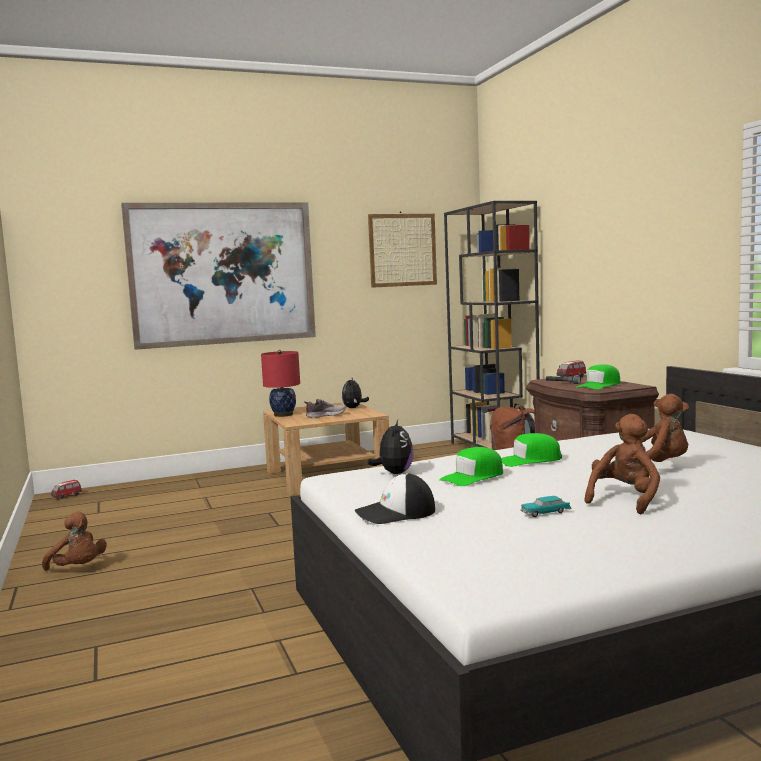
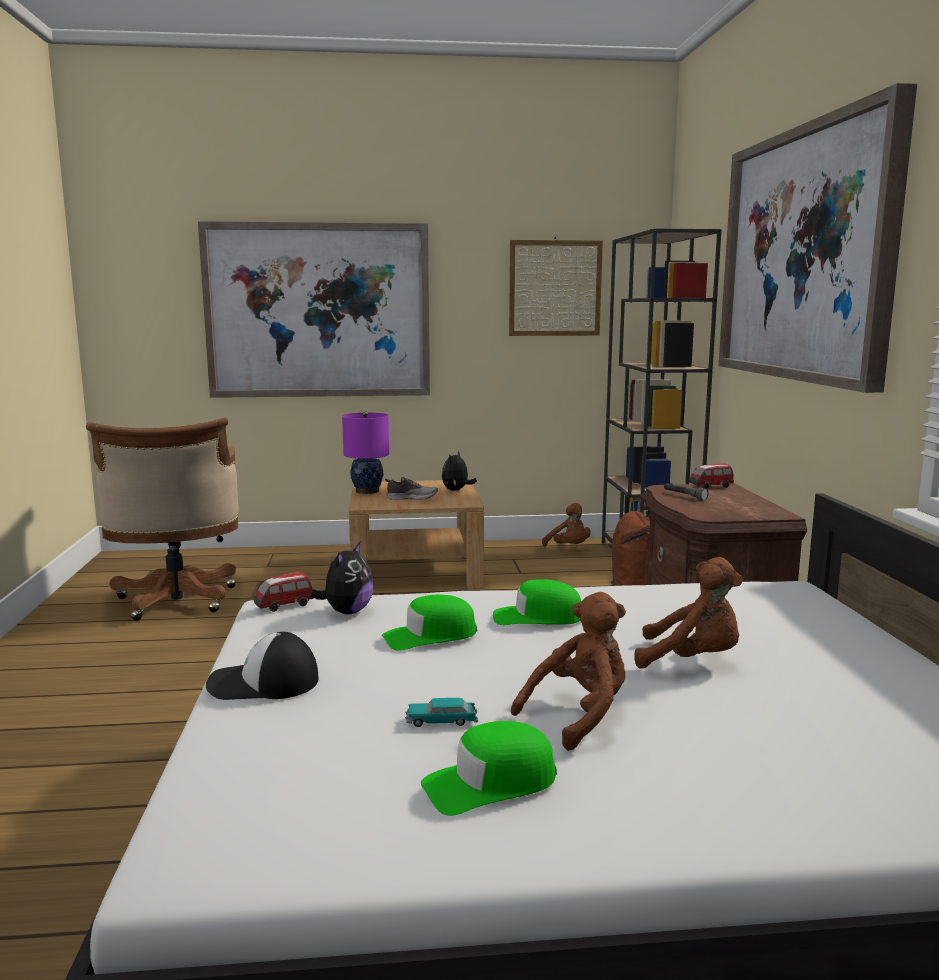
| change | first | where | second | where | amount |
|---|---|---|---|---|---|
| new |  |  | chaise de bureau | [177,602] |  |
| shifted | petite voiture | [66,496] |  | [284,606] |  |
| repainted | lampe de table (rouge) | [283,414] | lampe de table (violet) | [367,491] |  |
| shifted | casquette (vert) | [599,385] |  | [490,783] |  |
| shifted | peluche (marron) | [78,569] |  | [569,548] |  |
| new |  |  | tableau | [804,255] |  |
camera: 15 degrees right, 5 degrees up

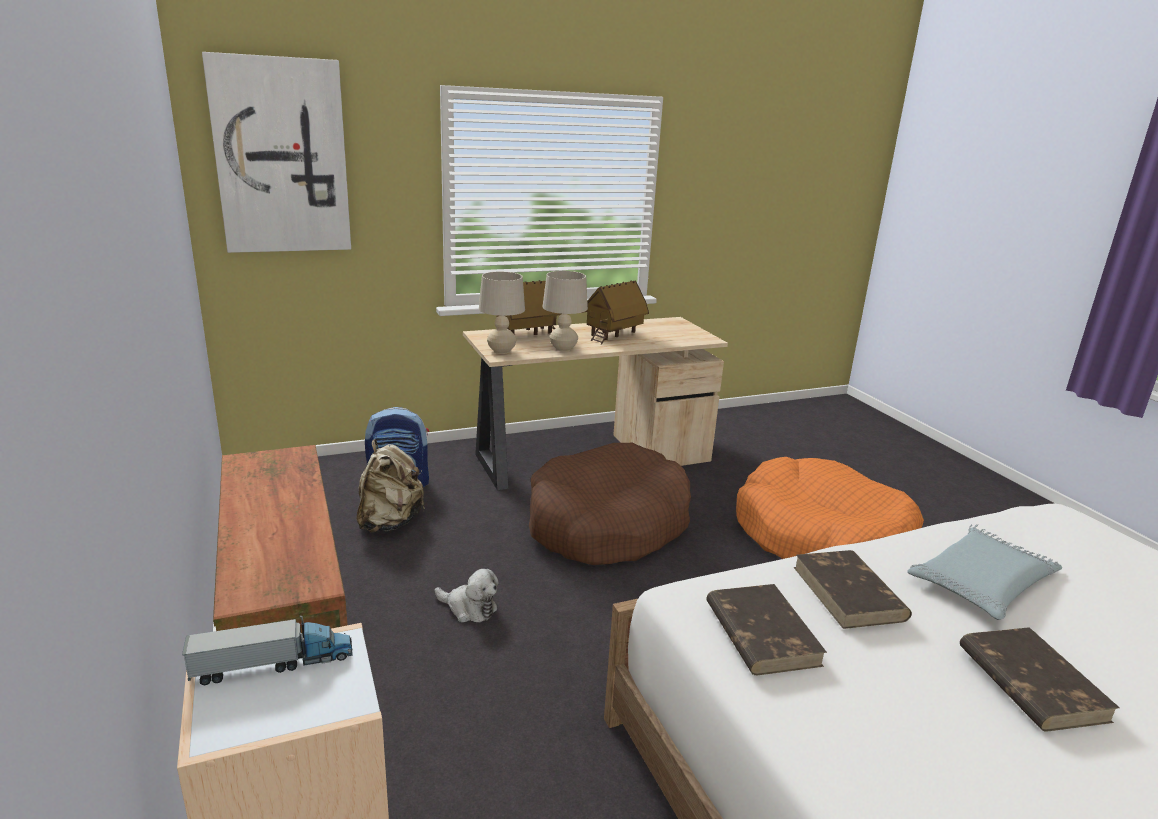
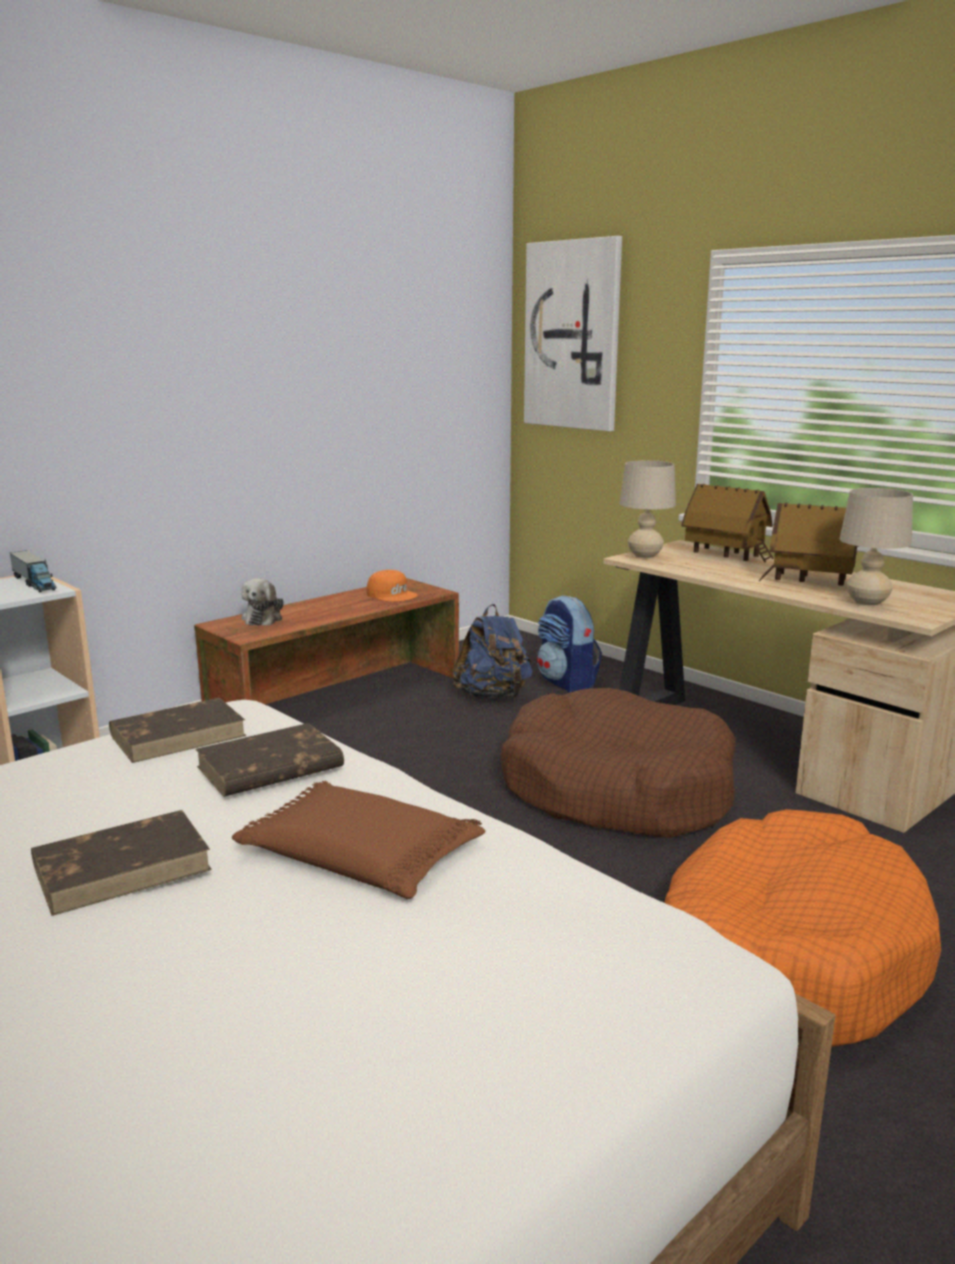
| change | first | where | second | where | amount |
|---|---|---|---|---|---|
| repainted | coussin (bleu) | [981,579] | coussin (marron) | [360,851] |  |
| shifted | peluche | [469,608] |  | [263,618] |  |
| new |  |  | casquette (orange) | [392,595] |  |
| repainted | sac à dos (beige) | [389,522] | sac à dos (bleu) | [493,696] |  |
| shifted | lampe de table (beige) | [563,349] |  | [867,603] |  |
camera: 70 degrees right, 5 degrees down

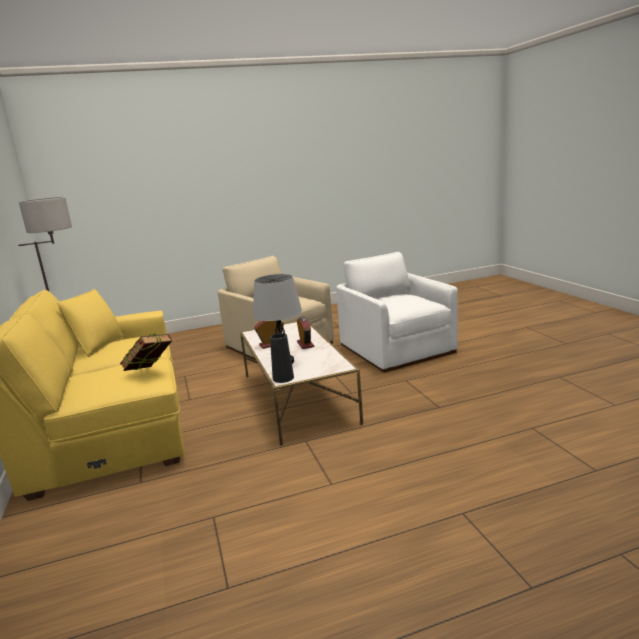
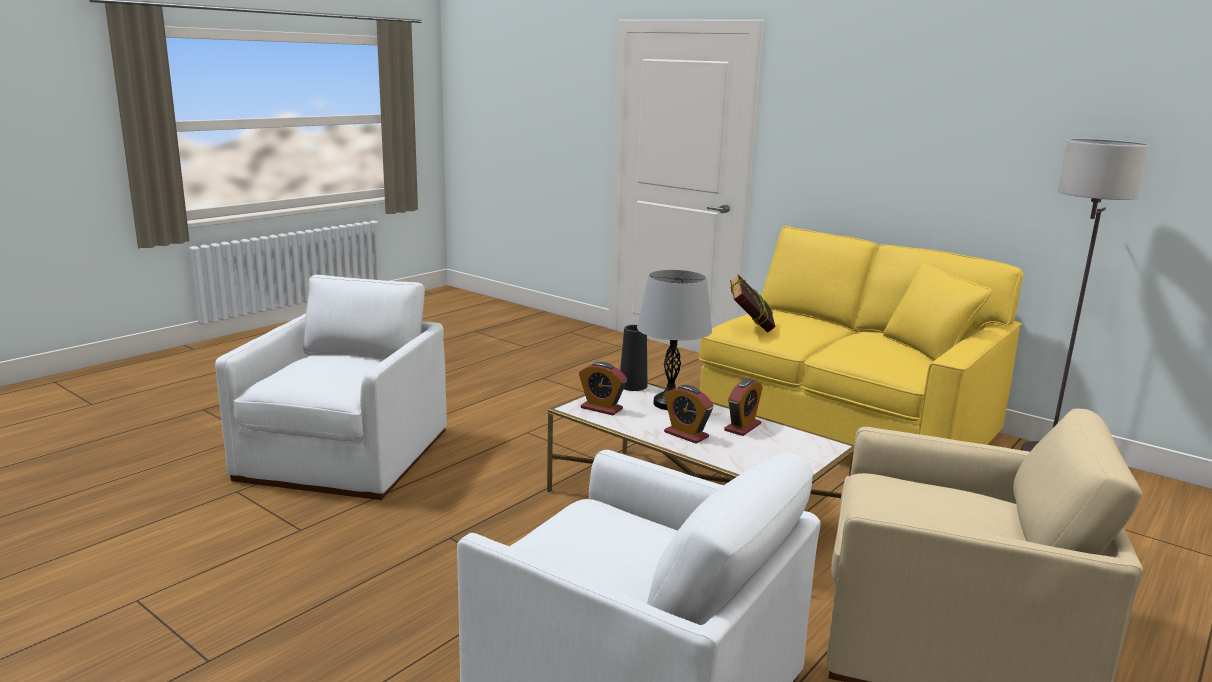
| change | first | where | second | where | amount |
|---|---|---|---|---|---|
| new |  |  | fauteuil (blanc) | [346,455] |  |
| new |  |  | réveil | [601,408] |  |
camera: 145 degrees right, 0 degrees up

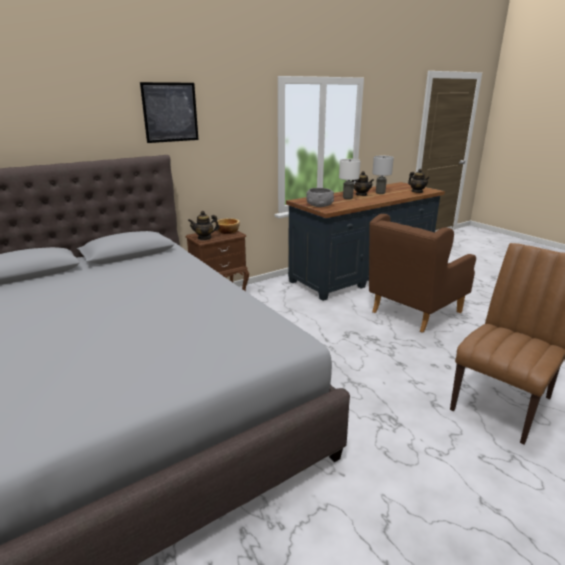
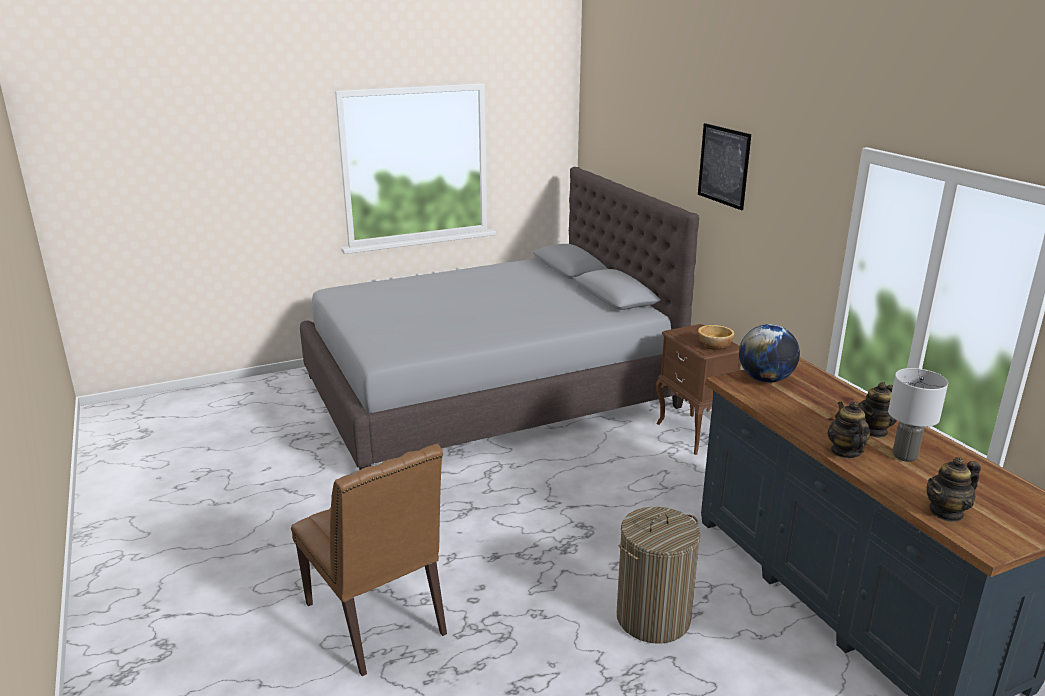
| change | first | where | second | where | amount |
|---|---|---|---|---|---|
| swapped | fauteuil (marron) | [412,312] | panier à linge | [653,618] |  |
| swapped | bol (gris) | [320,205] | globe | [765,379] |  |
| shifted | théière | [204,238] |  | [845,452] |  |
| gone | lampe de table (blanc) | [347,198] |  |  |  |
camera: 100 degrees right, 0 degrees up

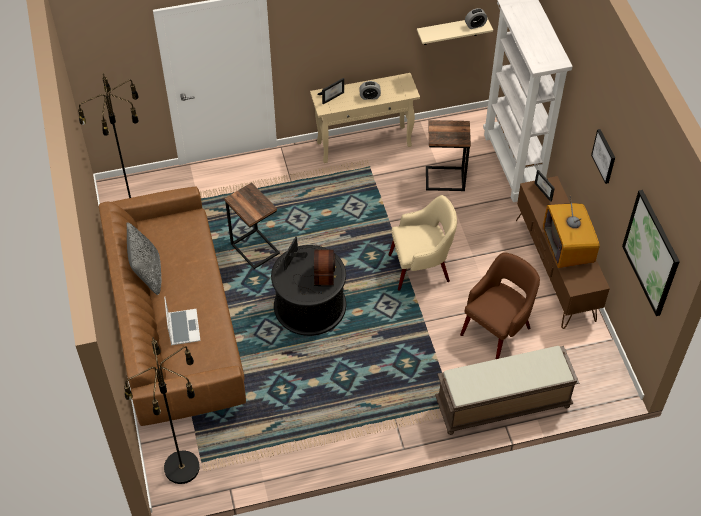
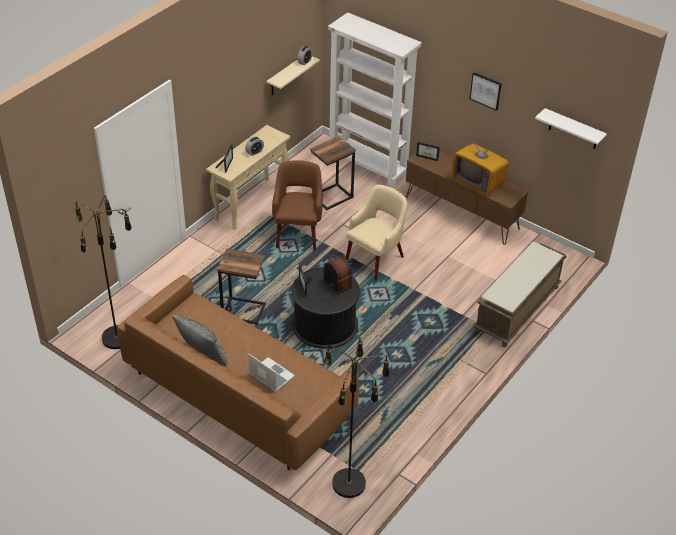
| change | first | where | second | where | amount |
|---|---|---|---|---|---|
| shifted | fauteuil (marron) | [497,330] |  | [298,233] |  |
| swapped | tableau | [651,253] | étagère (blanc) | [573,129] |  |
camera: 40 degrees left, 10 degrees down

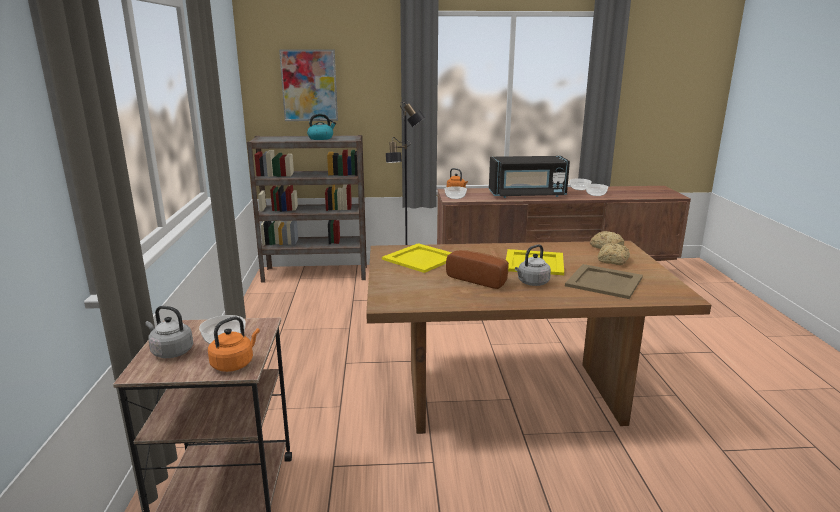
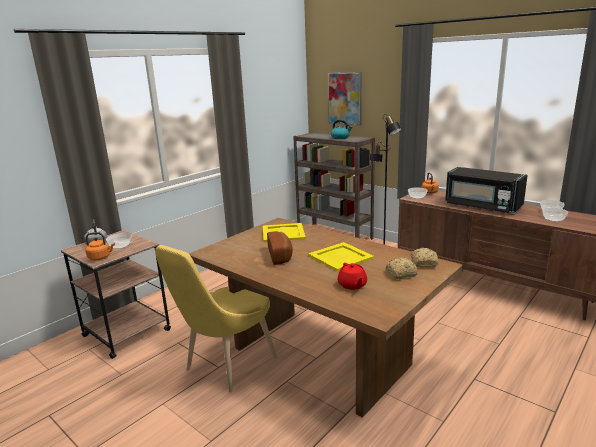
| change | first | where | second | where | amount |
|---|---|---|---|---|---|
| new |  |  | chaise (jaune) | [226,366] |  |
| swapped | plateau (beige) | [605,281] | théière (rouge) | [352,285] |  |
| gone | bouilloire (gris) | [532,283] |  |  |  |
camera: 45 degrees right, 0 degrees up

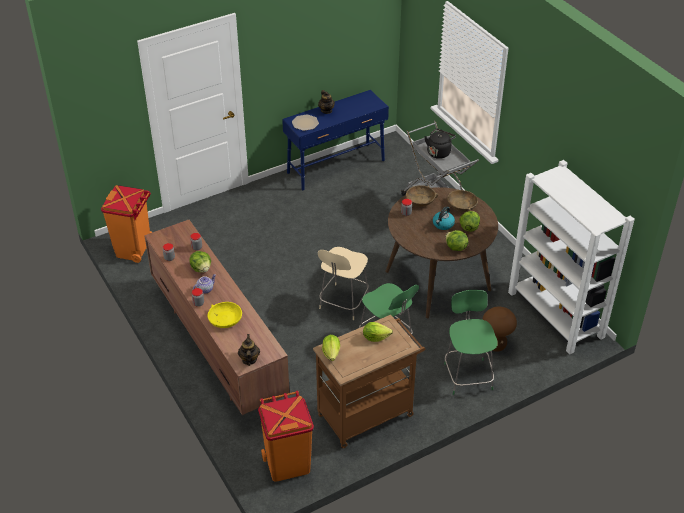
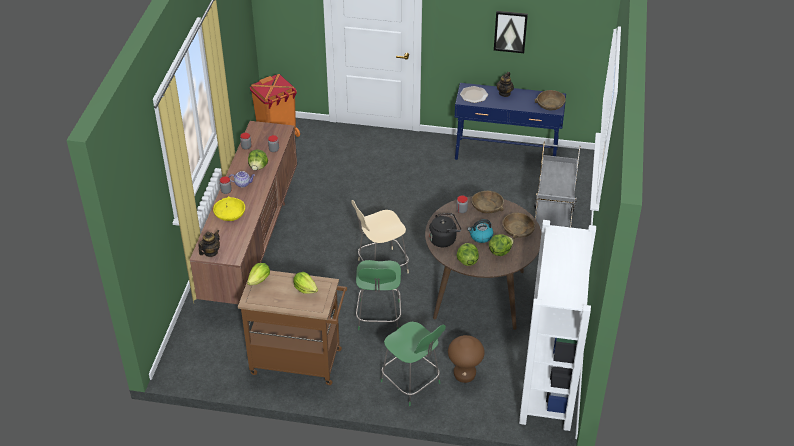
| change | first | where | second | where | amount |
|---|---|---|---|---|---|
| rotated | chaise (vert) | [467,375] |  | [412,383] | 105 degrees clockwise |
| shifted | bouilloire (noir) | [439,152] |  | [444,239] |  |
| new |  |  | tableau | [510,31] |  |
| new |  |  | bol (marron) | [550,104] |  |
| gone | poubelle (orange) | [287,464] |  |  |  |
camera: 40 degrees right, 0 degrees up

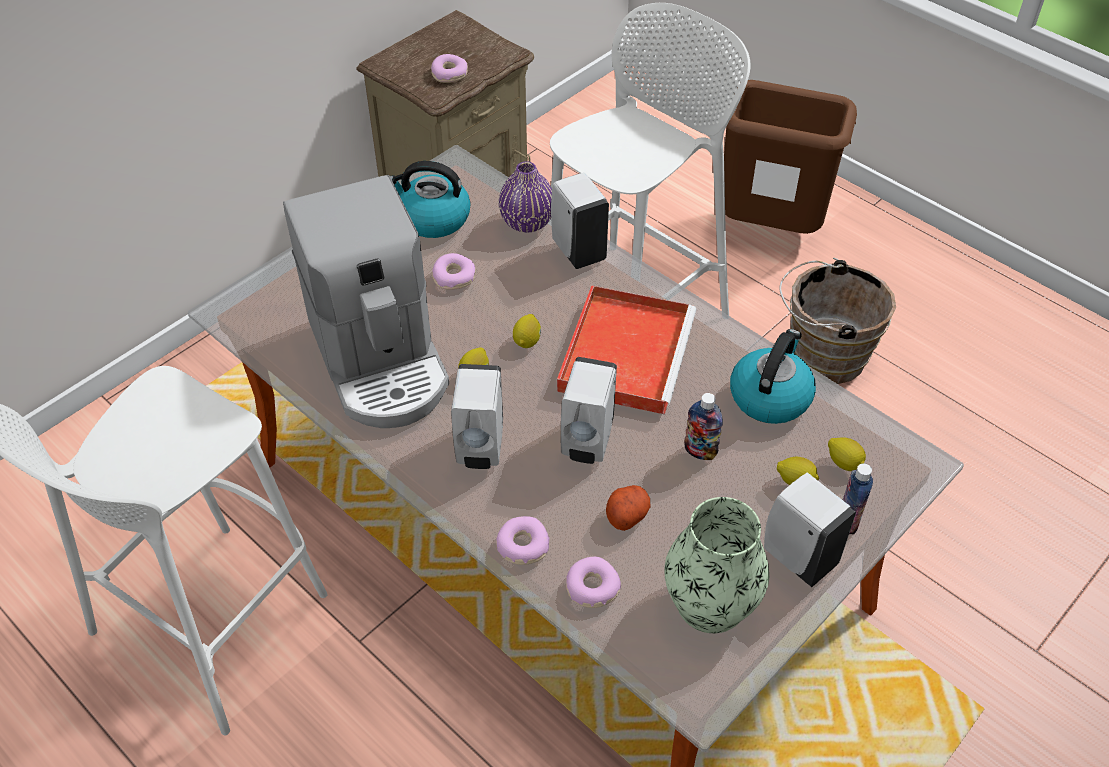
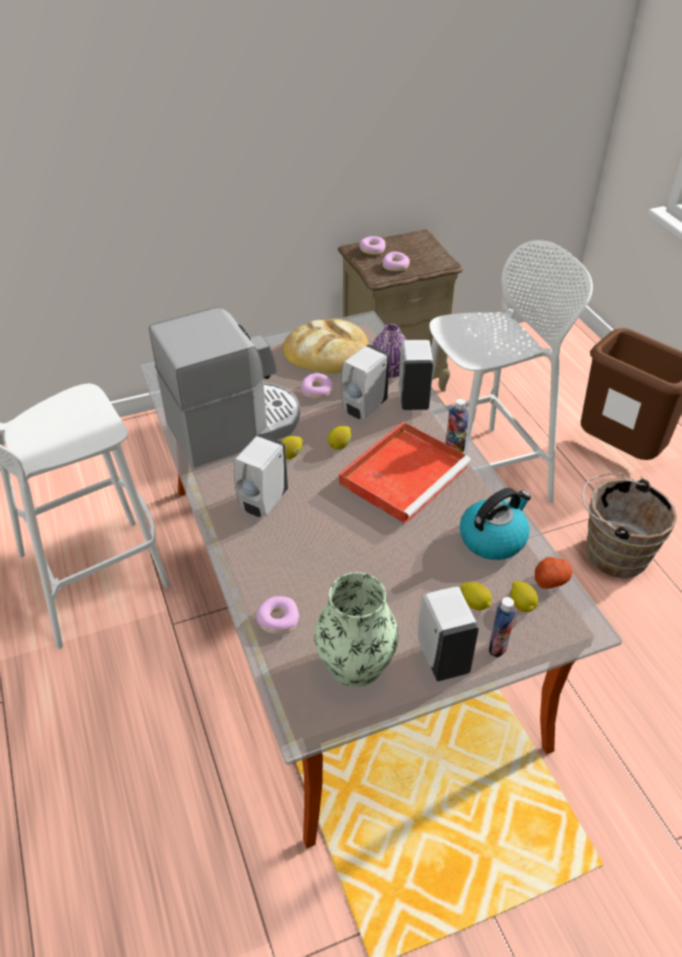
| change | first | where | second | where | amount |
|---|---|---|---|---|---|
| rotated | machine à café | [380,360] |  | [235,427] | 120 degrees counterclockwise |
| swapped | bouilloire | [432,219] | pain | [327,351] |  |
| shifted | distributeur de savon (blanc) | [587,443] |  | [363,408] |  |
| shifted | beignet | [522,546] |  | [372,250] |  |
| shifted | bouteille | [700,451] |  | [454,446] |  |
| shifted | pomme de terre | [627,514] |  | [551,579] |  |
camera: 25 degrees right, 5 degrees down

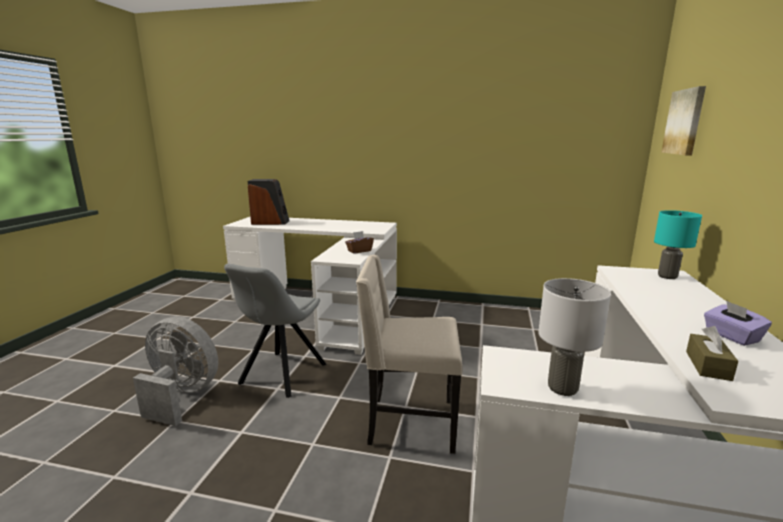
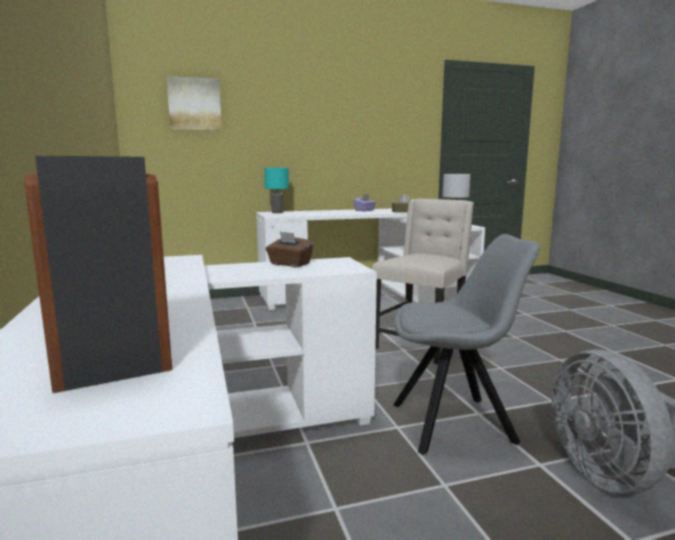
| change | first | where | second | where | amount |
|---|---|---|---|---|---|
| rotated | chaise (beige) | [409,423] |  | [420,345] | 120 degrees counterclockwise |
camera: 120 degrees left, 5 degrees down

